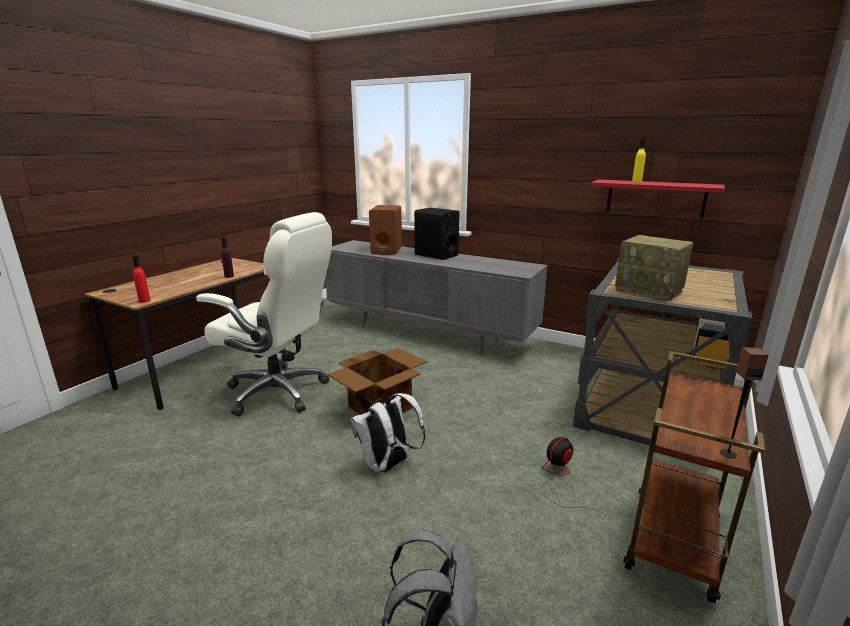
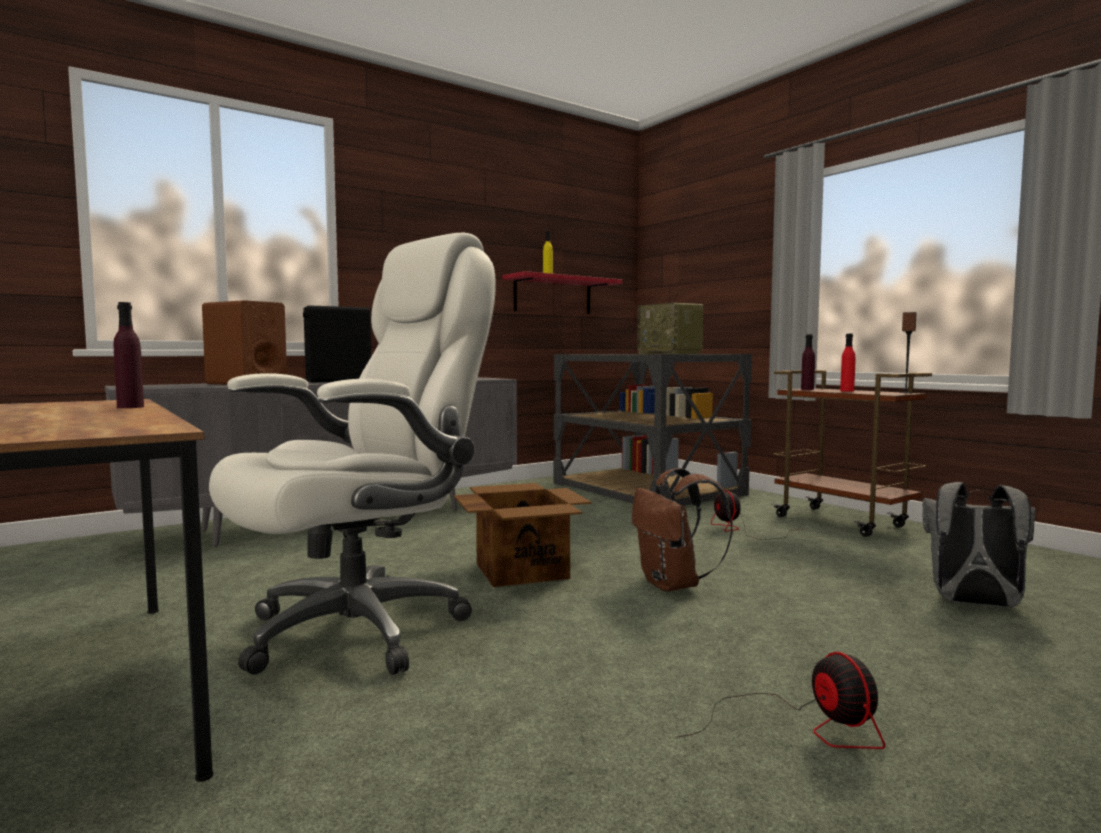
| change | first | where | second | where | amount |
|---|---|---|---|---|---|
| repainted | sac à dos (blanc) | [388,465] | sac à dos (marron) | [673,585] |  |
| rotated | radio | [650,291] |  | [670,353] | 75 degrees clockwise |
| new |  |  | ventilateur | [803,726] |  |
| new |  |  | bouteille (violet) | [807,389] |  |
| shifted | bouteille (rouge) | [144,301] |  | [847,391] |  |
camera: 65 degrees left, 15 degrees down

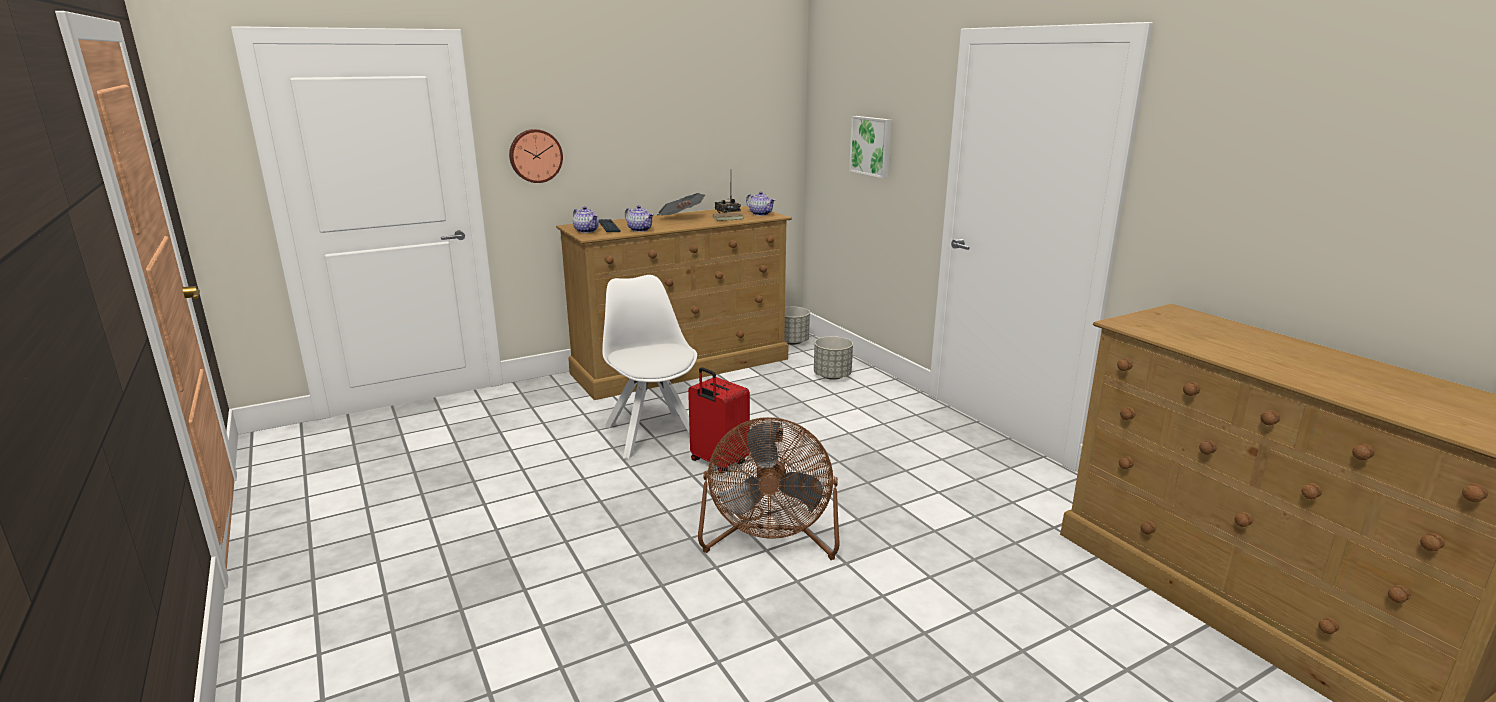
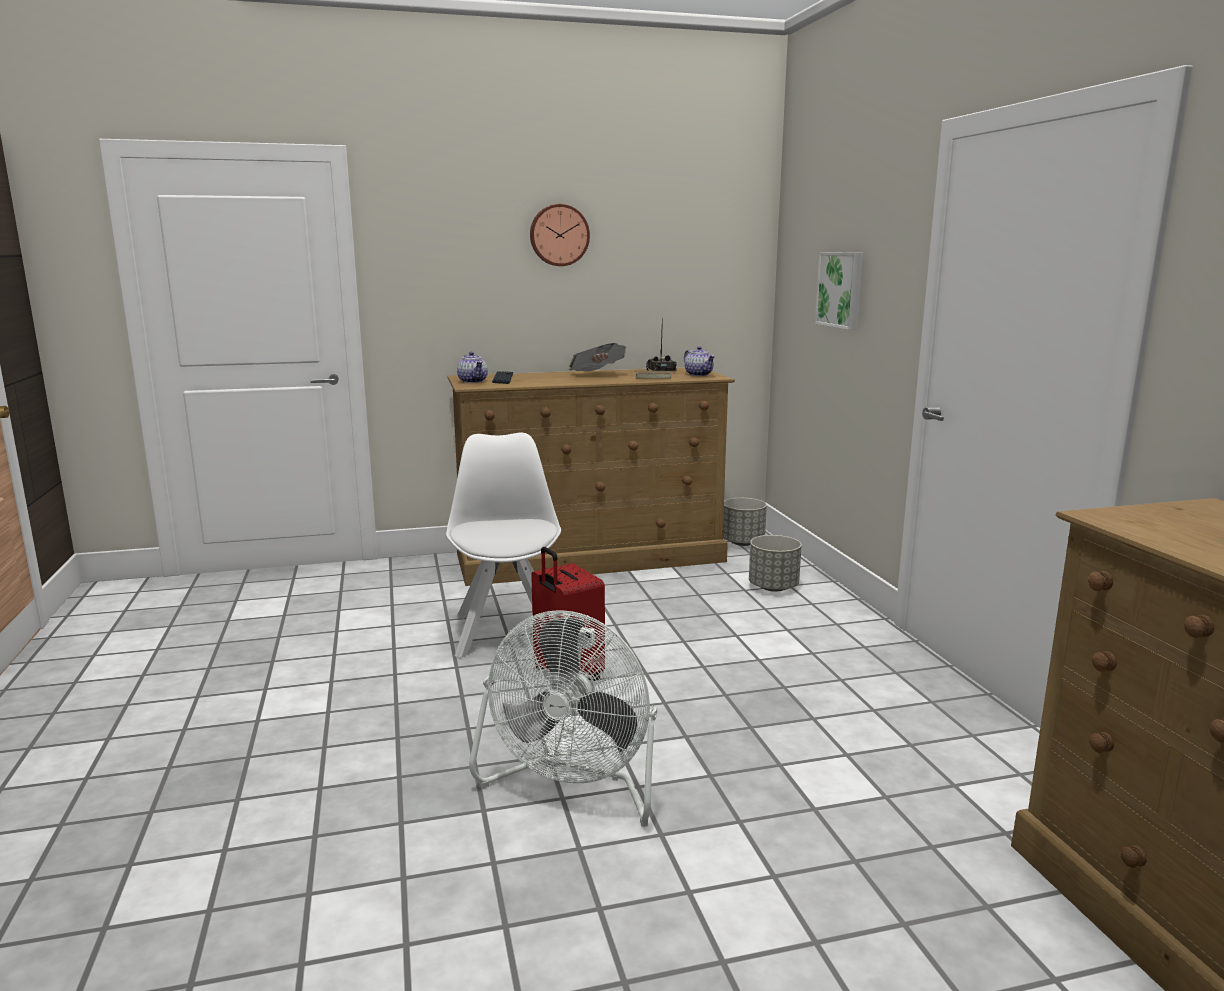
| change | first | where | second | where | amount |
|---|---|---|---|---|---|
| repainted | ventilateur (marron) | [765,539] | ventilateur (blanc) | [569,783] |  |
| shifted | horloge murale | [535,155] |  | [559,235] |  |
| gone | théière | [640,230] |  |  |  |
camera: 15 degrees right, 5 degrees down

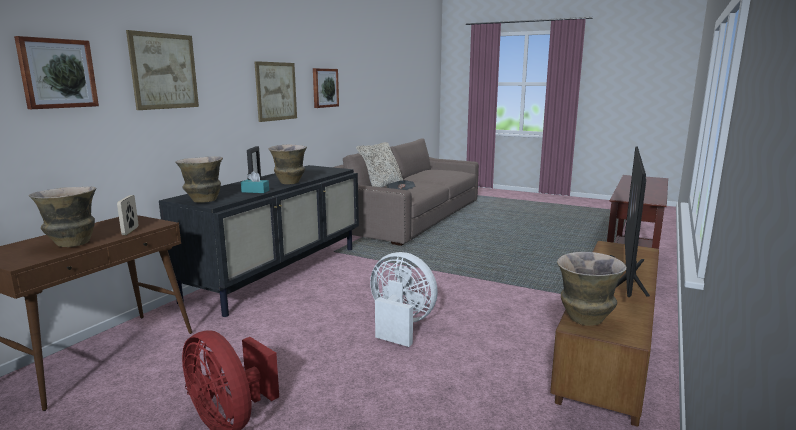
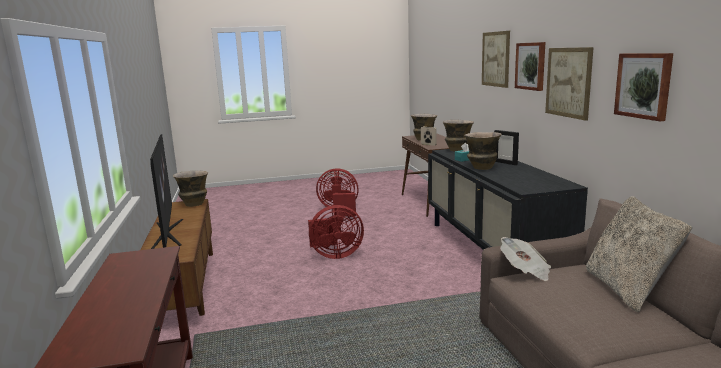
| change | first | where | second | where | amount |
|---|---|---|---|---|---|
| repainted | ventilateur (blanc) | [400,325] | ventilateur (rouge) | [334,255] |  |
| shifted | tableau | [57,73] |  | [531,66] |  |
camera: 140 degrees right, 0 degrees up

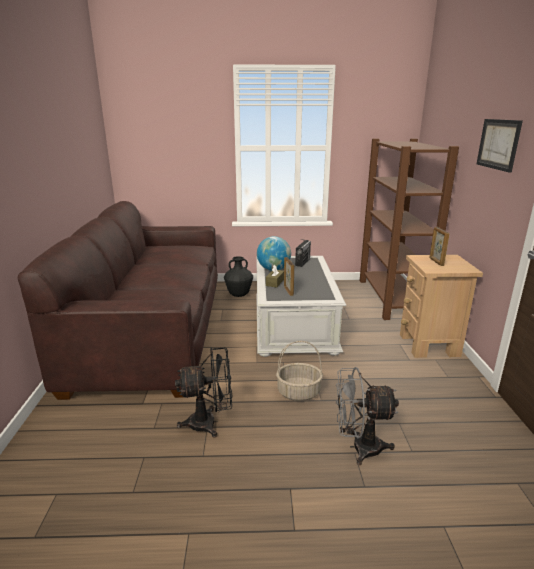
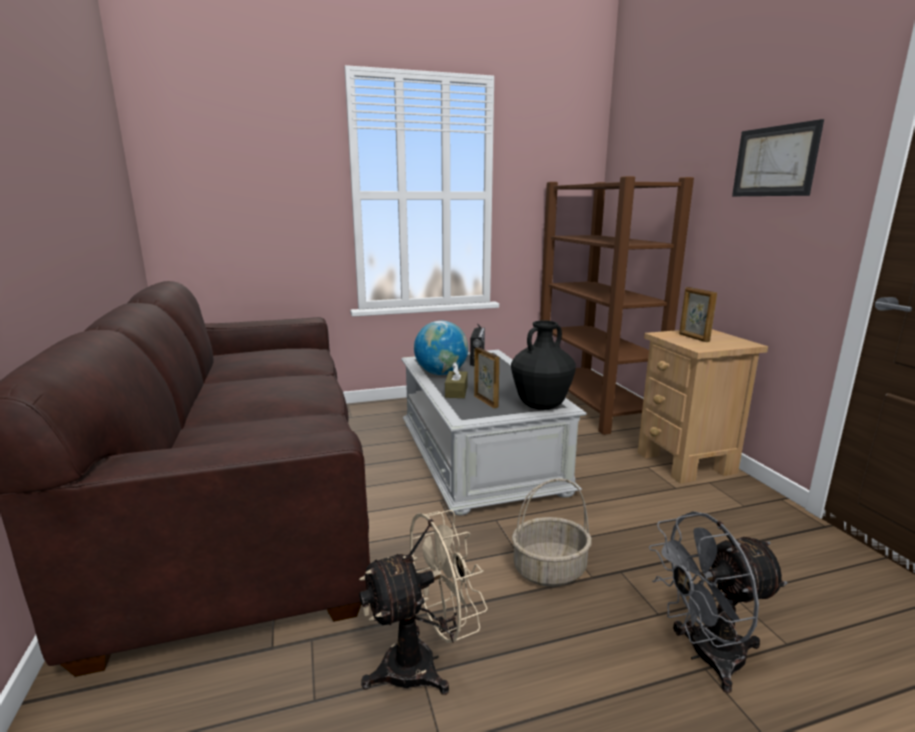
| change | first | where | second | where | amount |
|---|---|---|---|---|---|
| repainted | ventilateur (noir) | [210,423] | ventilateur (beige) | [423,663] |  |
| shifted | vase (noir) | [239,295] |  | [541,406] |  |
camera: 15 degrees left, 5 degrees down

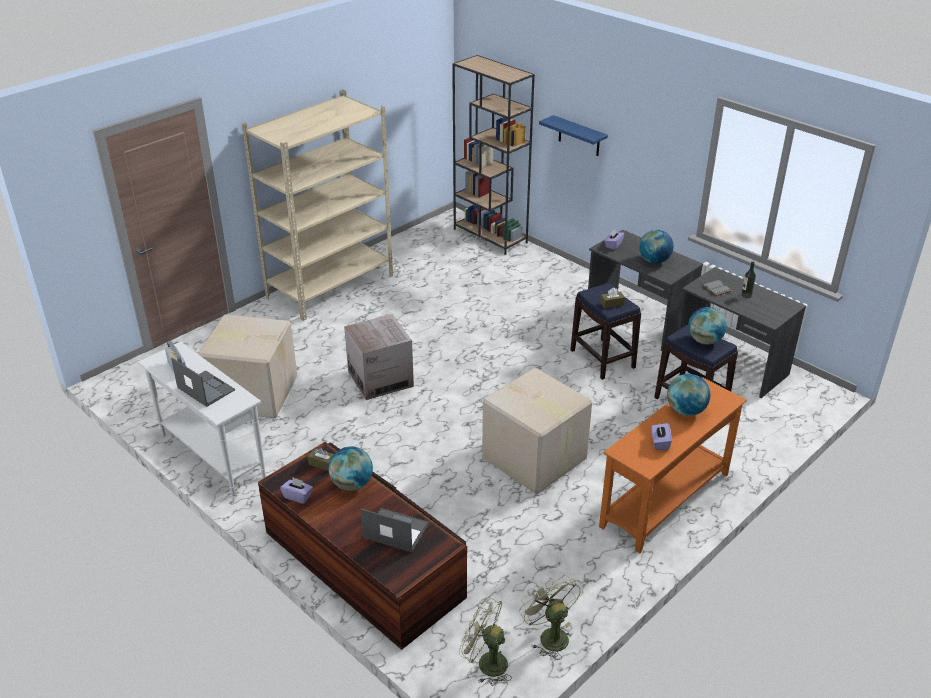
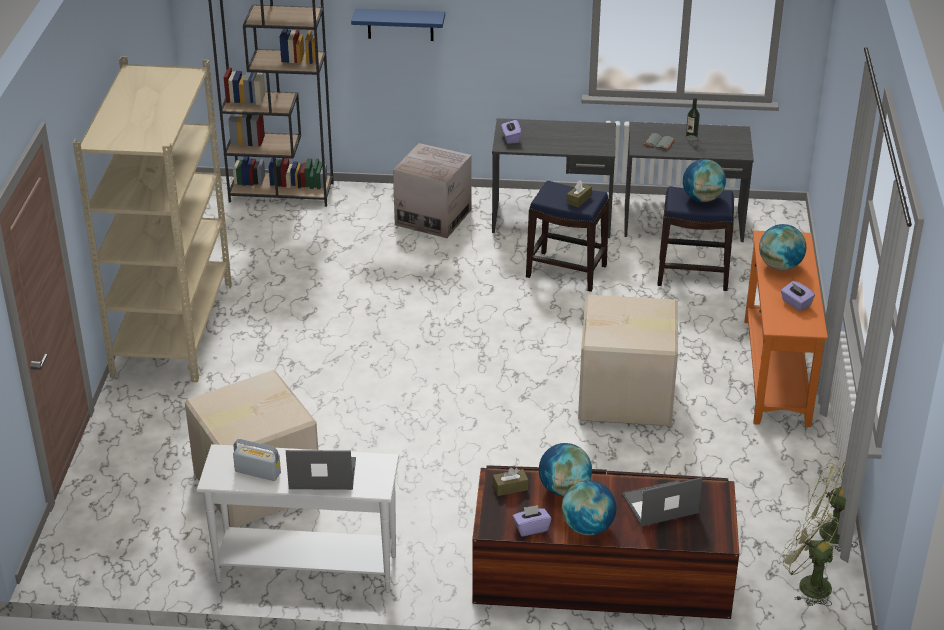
| change | first | where | second | where | amount |
|---|---|---|---|---|---|
| shifted | carton | [380,379] |  | [433,217] |  |
| shifted | globe | [654,261] |  | [587,528] |  |
| rotated | ventilateur (vert) | [486,663] |  | [807,584] | 60 degrees clockwise |
camera: 40 degrees left, 0 degrees up

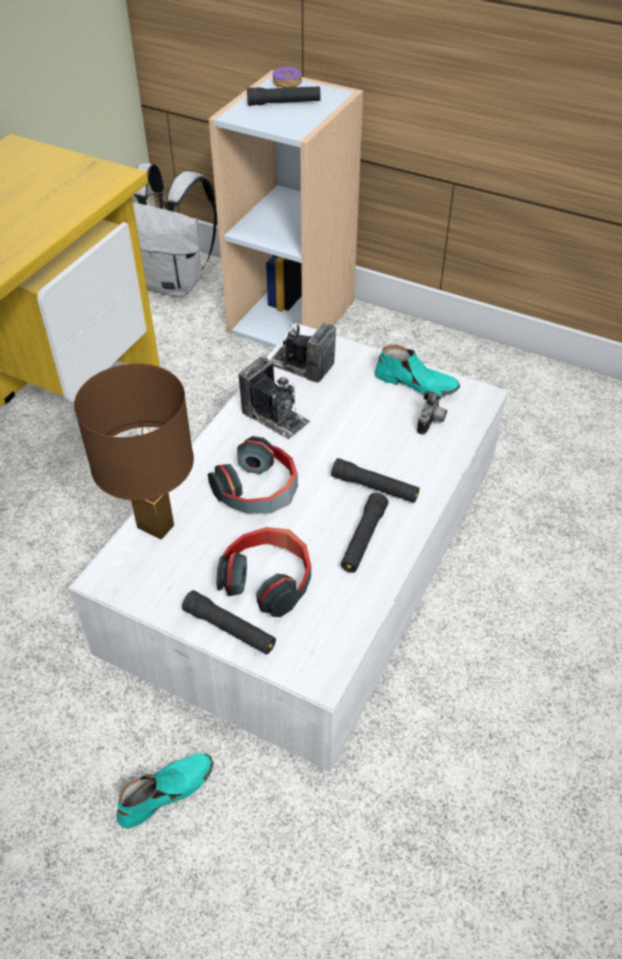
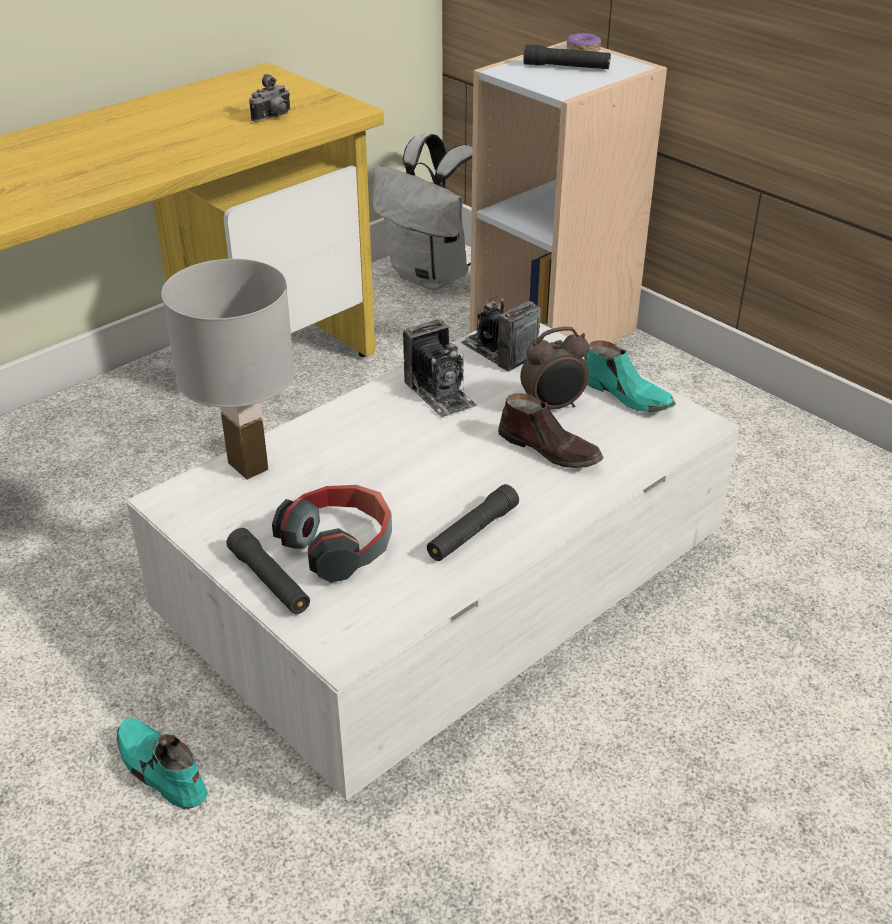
| change | first | where | second | where | amount |
|---|---|---|---|---|---|
| rotated | chaussure (turquoise) | [165,791] |  | [160,769] | 120 degrees counterclockwise |
| repainted | lampe de table (marron) | [154,526] | lampe de table (blanc) | [246,466] |  |
| shifted | appareil photo | [431,423] |  | [274,117] |  |
| new |  |  | chaussure (marron) | [550,449] |  |
| new |  |  | réveil | [553,407] |  |
| gone | casque audio | [258,490] |  |  |  |
| gone | lampe de poche (noir) | [375,487] |  |  |  |
camera: 20 degrees right, 10 degrees down

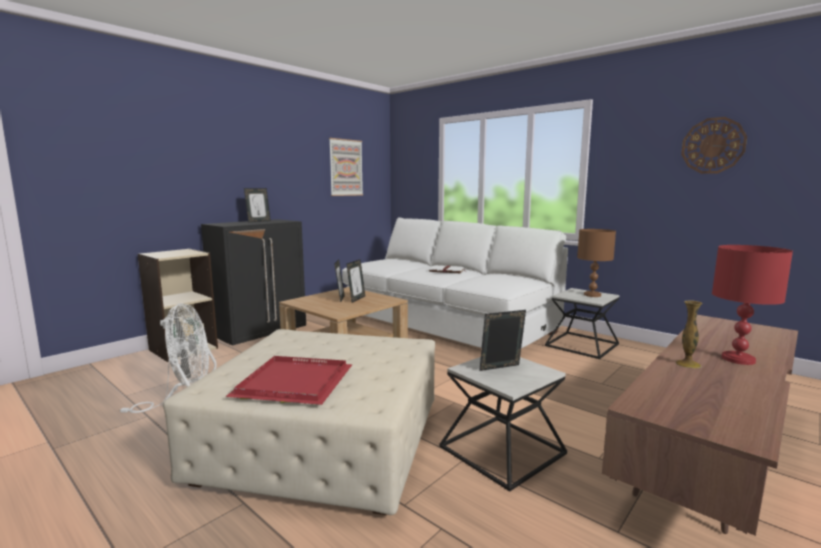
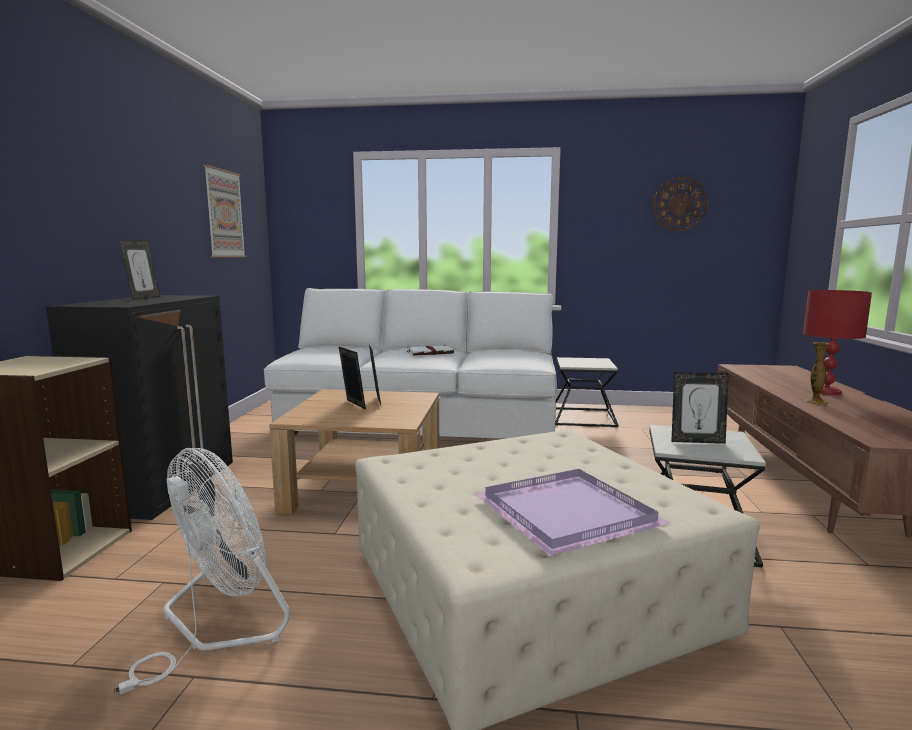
| change | first | where | second | where | amount |
|---|---|---|---|---|---|
| repainted | plateau (rouge) | [296,382] | plateau (violet) | [567,512] |  |
| rotated | cadre photo | [501,369] |  | [696,441] | 120 degrees counterclockwise |
| gone | lampe de table (marron) | [592,295] |  |  |  |
camera: 35 degrees left, 0 degrees up

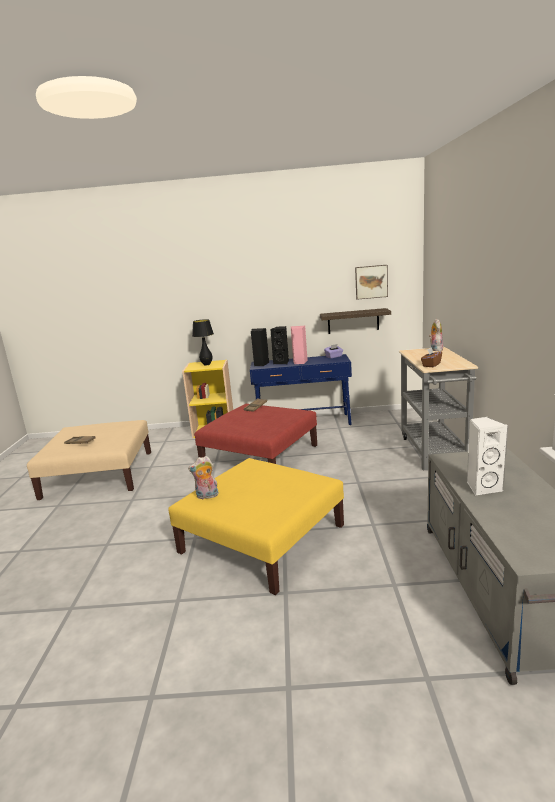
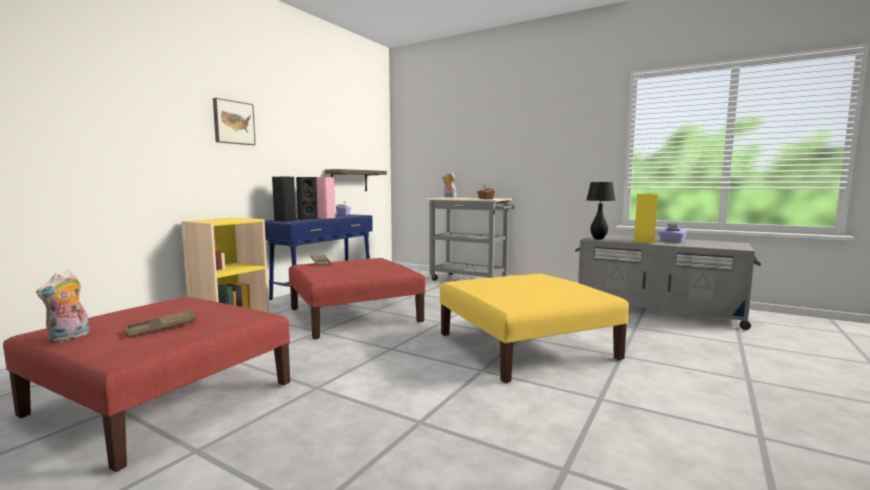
| change | first | where | second | where | amount |
|---|---|---|---|---|---|
| repainted | pouf (beige) | [99,474] | pouf (rouge) | [164,398] |  |
| shifted | peluche | [207,496] |  | [69,338] |  |
| shifted | tableau | [371,282] |  | [233,122] |  |
| shifted | lampe de table (noir) | [206,364] |  | [598,239] |  |
| repainted | enceinte (blanc) | [483,487] | enceinte (jaune) | [644,241] |  |
| new |  |  | boîte à mouchoirs (violet) | [672,241] |  |
camera: 60 degrees left, 10 degrees down

